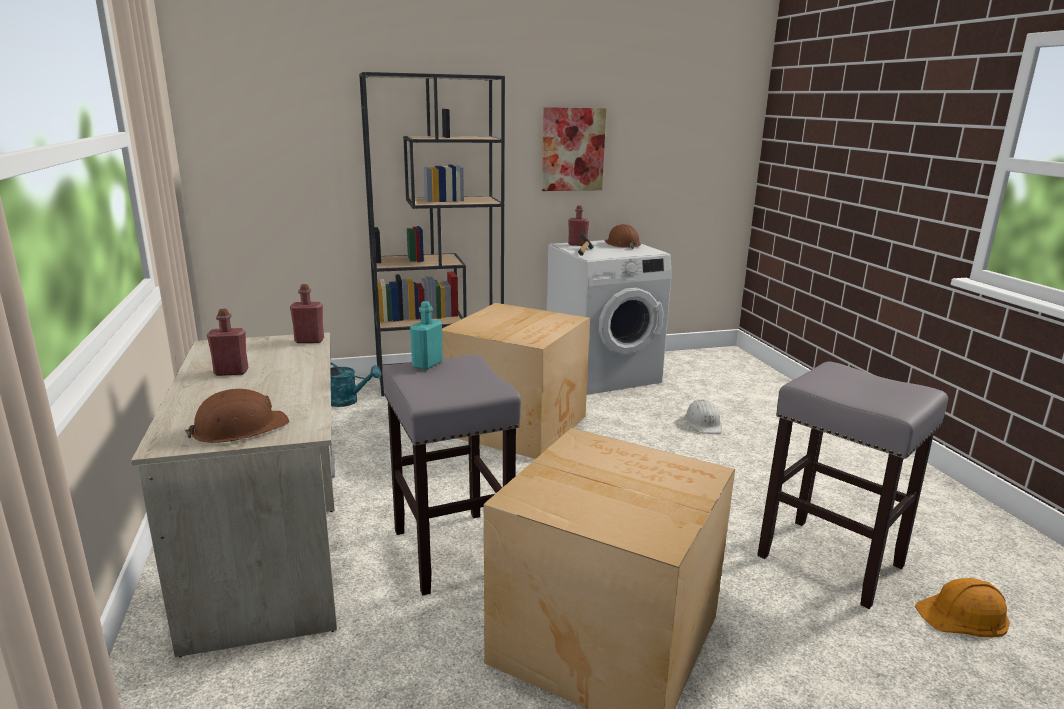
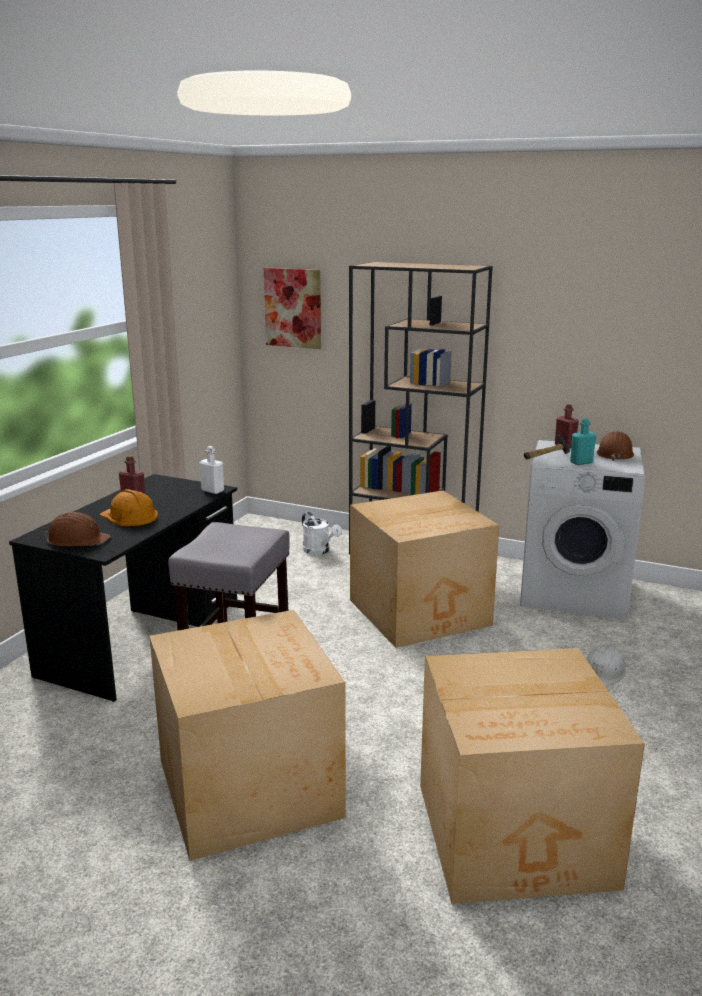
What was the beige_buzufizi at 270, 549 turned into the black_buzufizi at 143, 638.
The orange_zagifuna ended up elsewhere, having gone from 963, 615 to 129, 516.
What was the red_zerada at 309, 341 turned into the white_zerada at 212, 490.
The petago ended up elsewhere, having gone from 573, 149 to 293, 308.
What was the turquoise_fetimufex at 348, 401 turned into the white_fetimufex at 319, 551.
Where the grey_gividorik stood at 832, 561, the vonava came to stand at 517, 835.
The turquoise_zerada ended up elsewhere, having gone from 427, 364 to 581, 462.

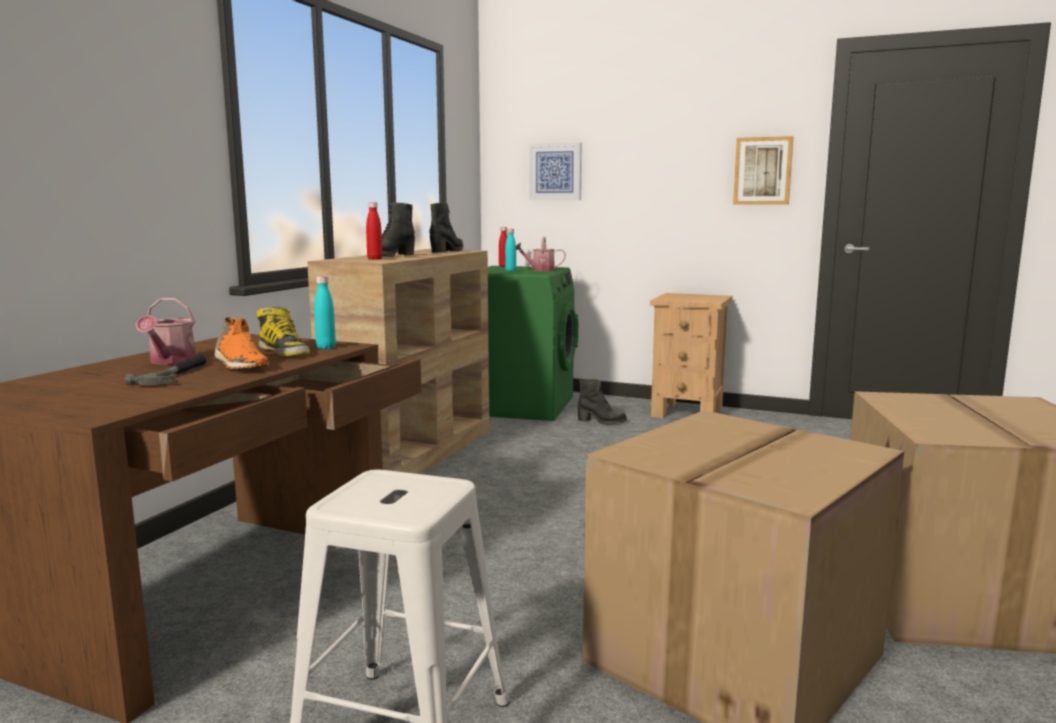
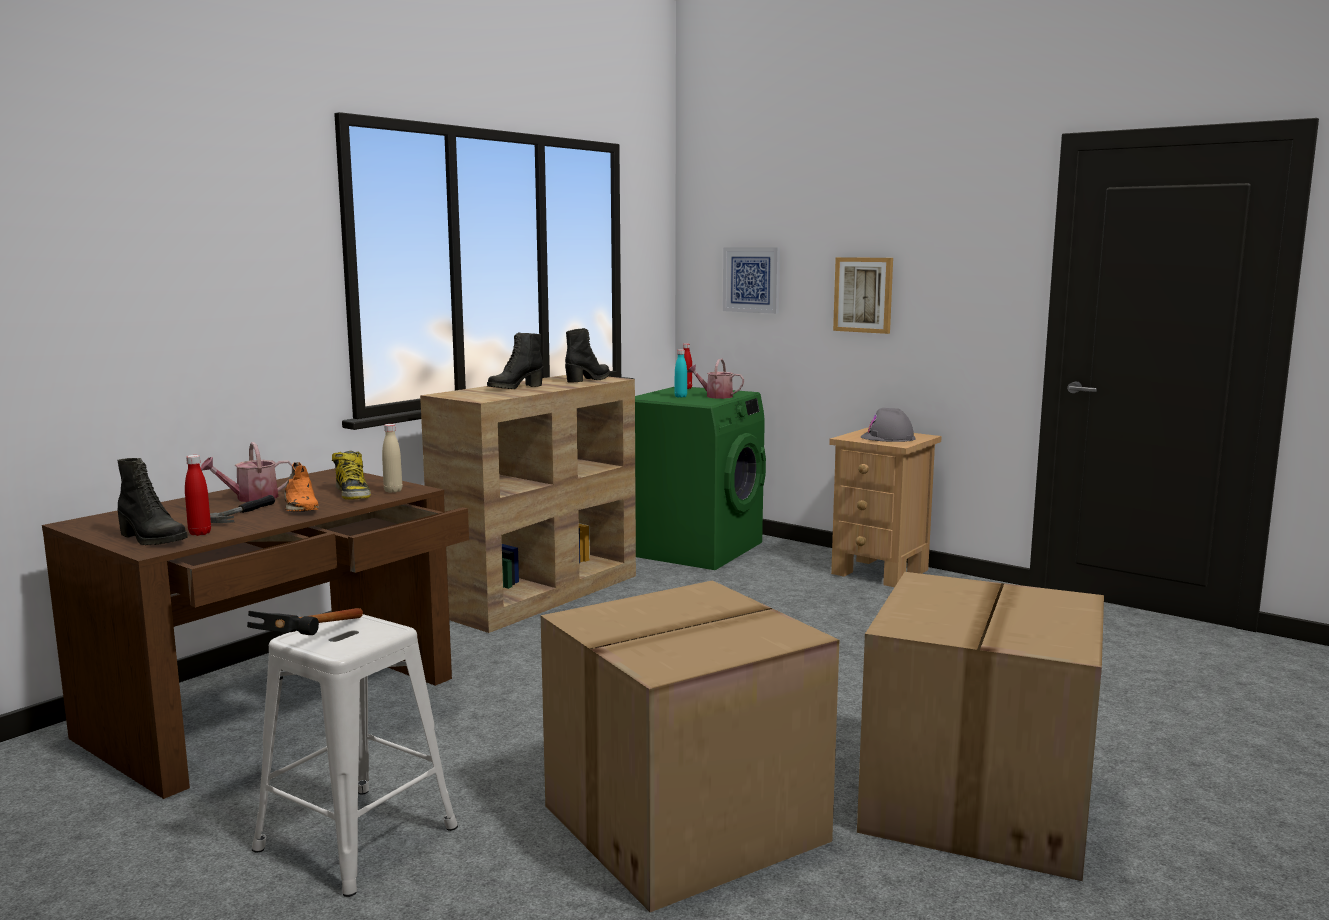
The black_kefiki ended up elsewhere, having gone from 601, 421 to 152, 539.
The red_zerada ended up elsewhere, having gone from 375, 259 to 200, 533.
The fetimufex at 170, 361 ended up facing another way, 45 degrees clockwise from before.
The second view gained the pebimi at 311, 647.
What was the turquoise_zerada at 326, 347 turned into the beige_zerada at 393, 491.
The petago ended up elsewhere, having gone from 763, 171 to 863, 294.
The second view gained the grey_zagifuna at 888, 438.

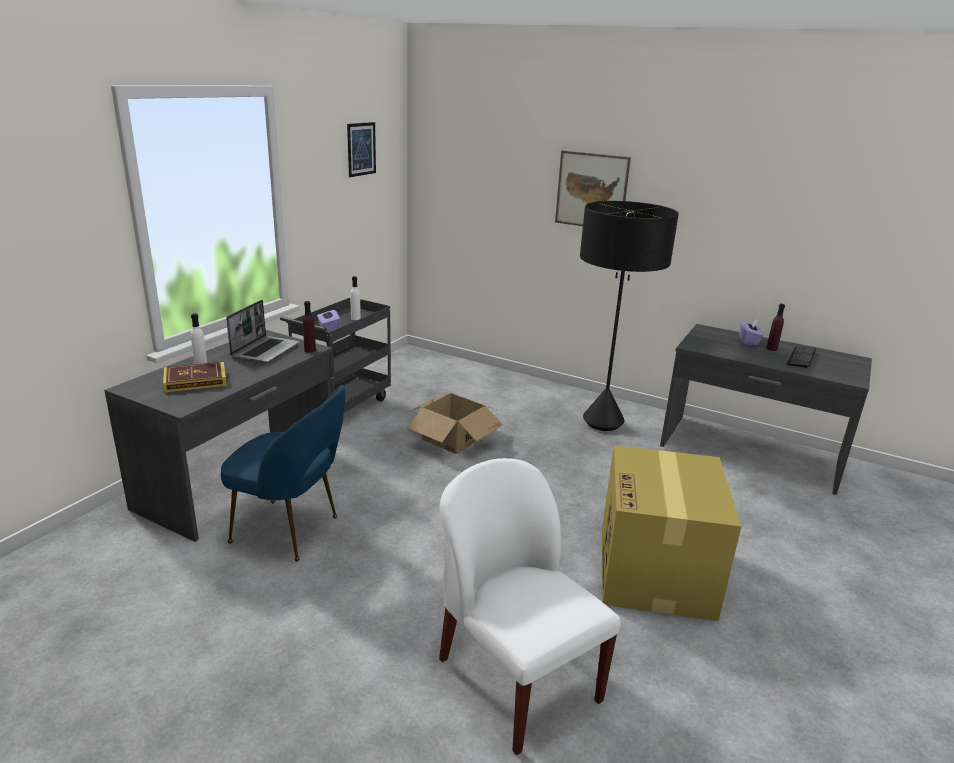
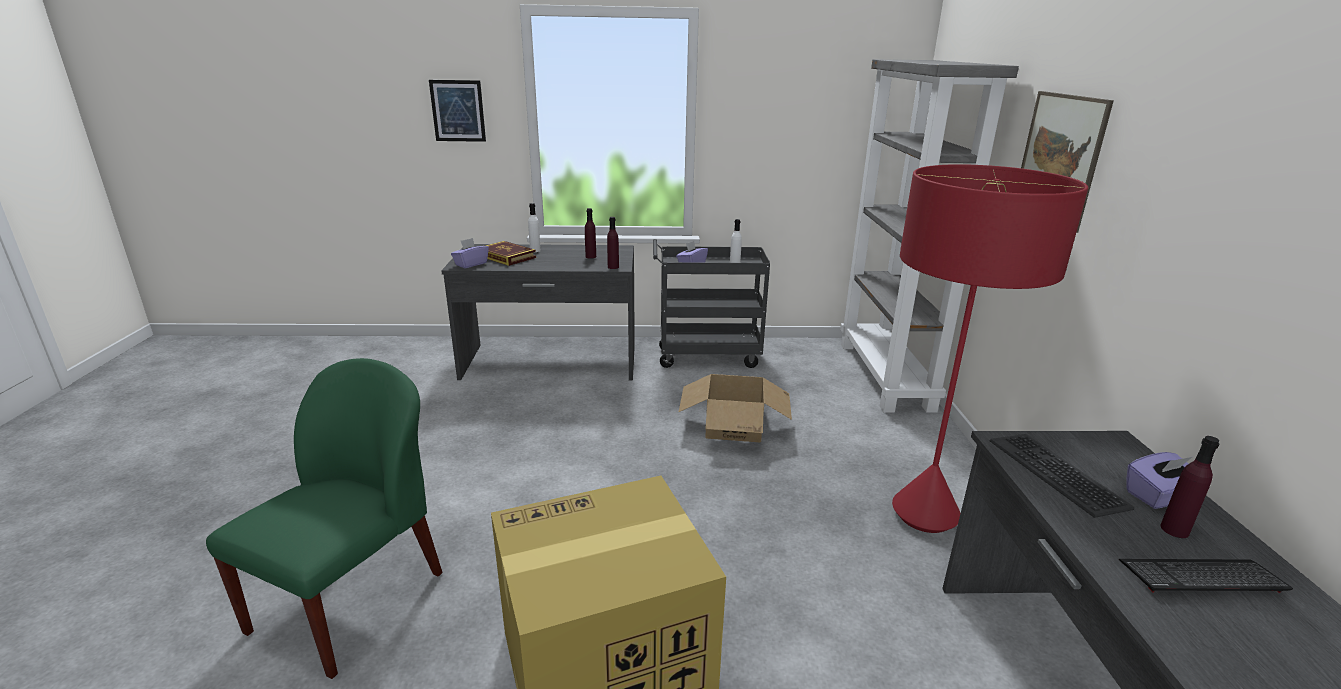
What was the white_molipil at 515, 677 turned into the green_molipil at 353, 599.
The petago ended up elsewhere, having gone from 361, 149 to 458, 111.
The second view gained the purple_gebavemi at 471, 264.
Where the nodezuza stood at 265, 350, the purple_zerada came to stand at 590, 256.
The second view gained the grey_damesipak at 886, 376.
What was the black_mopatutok at 602, 423 turned into the red_mopatutok at 924, 516.
The second view gained the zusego at 1057, 473.
The second view lost the blue_molipil at 292, 532.

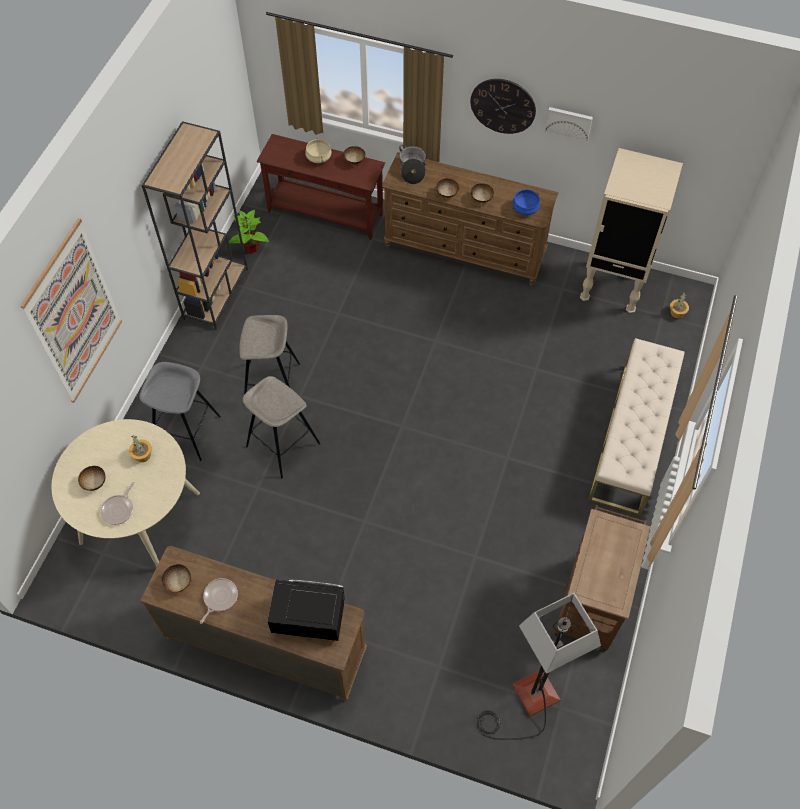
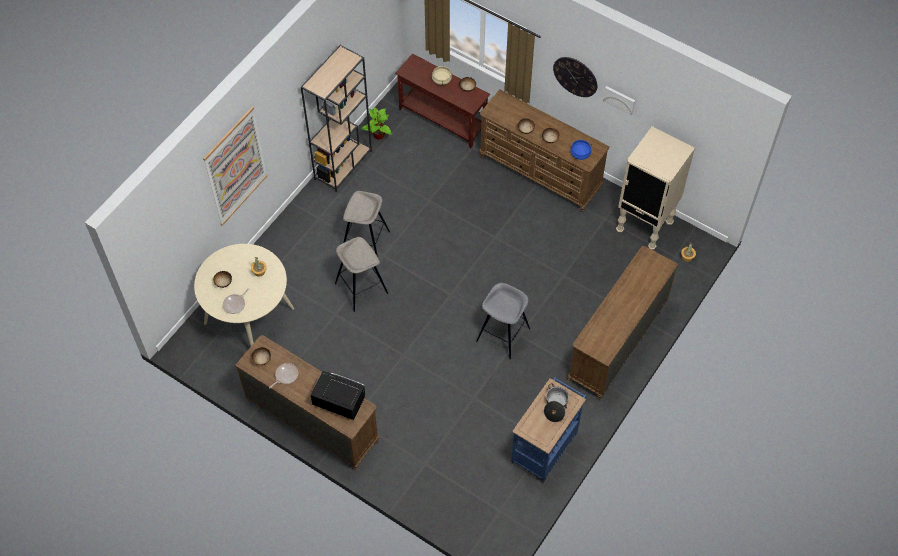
The grey_gividorik ended up elsewhere, having gone from 187, 431 to 503, 335.
What was the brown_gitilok at 590, 599 turned into the blue_gitilok at 545, 446.
The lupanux ended up elsewhere, having gone from 412, 169 to 555, 406.
Where the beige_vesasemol stood at 632, 437, the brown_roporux came to stand at 617, 342.
The second view lost the mopatutok at 526, 702.

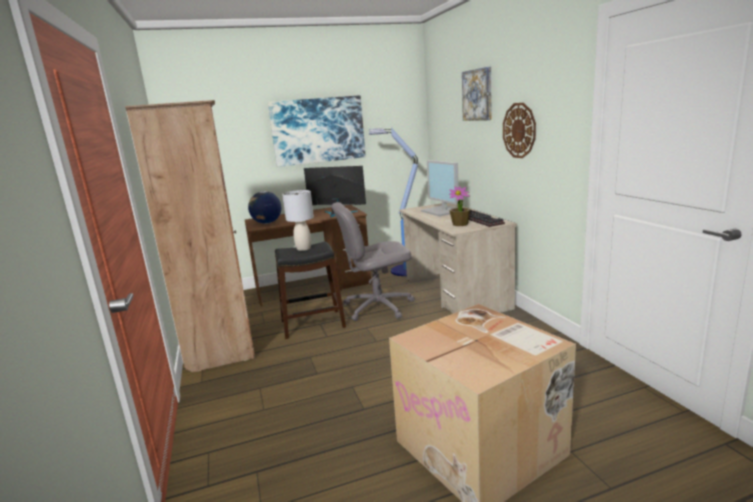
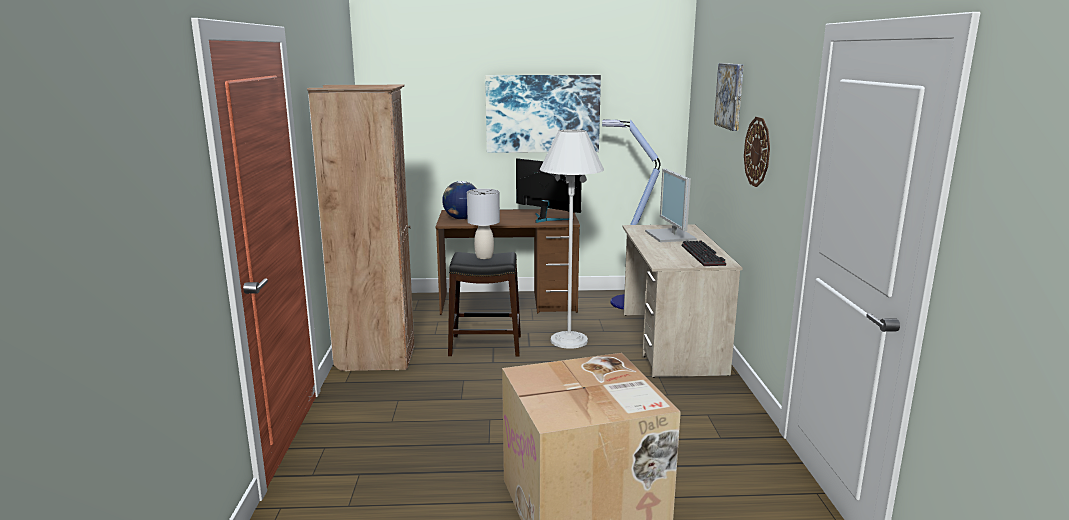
Where the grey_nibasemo stood at 378, 307, the white_mopatutok came to stand at 569, 340.
The second view lost the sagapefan at 460, 224.

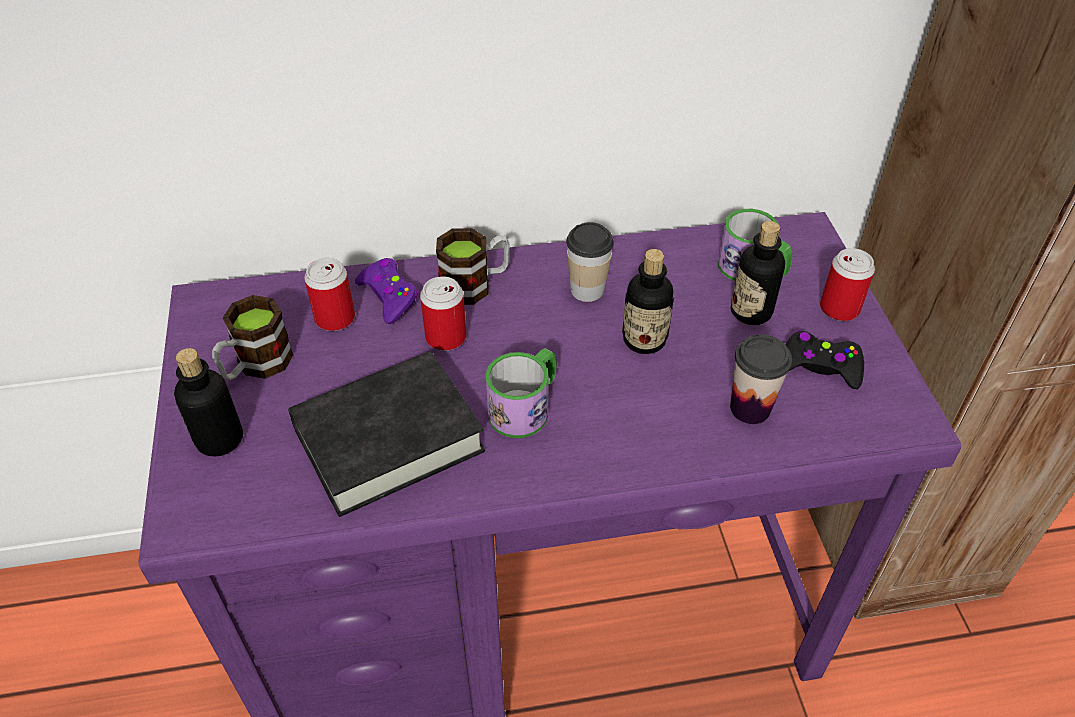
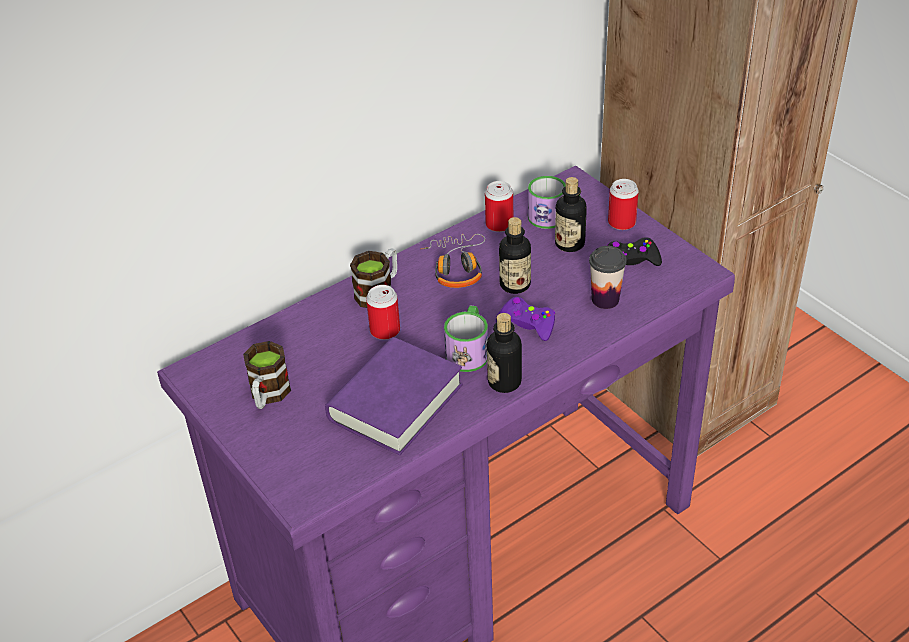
What was the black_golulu at 388, 439 turned into the purple_golulu at 395, 402.
Where the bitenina stood at 587, 289, the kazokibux came to stand at 456, 267.
The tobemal ended up elsewhere, having gone from 335, 318 to 499, 224.
The zerada ended up elsewhere, having gone from 219, 439 to 504, 382.
The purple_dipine ended up elsewhere, having gone from 389, 296 to 527, 324.

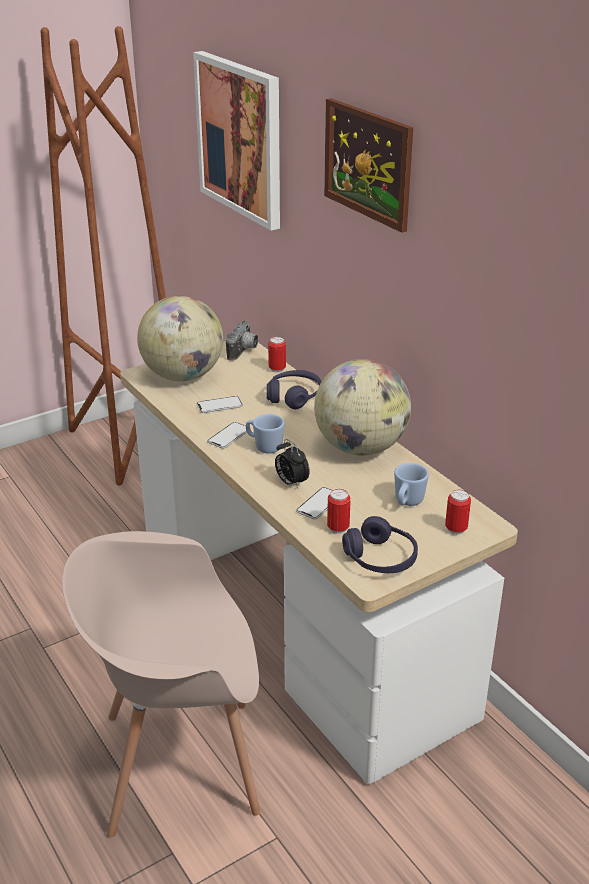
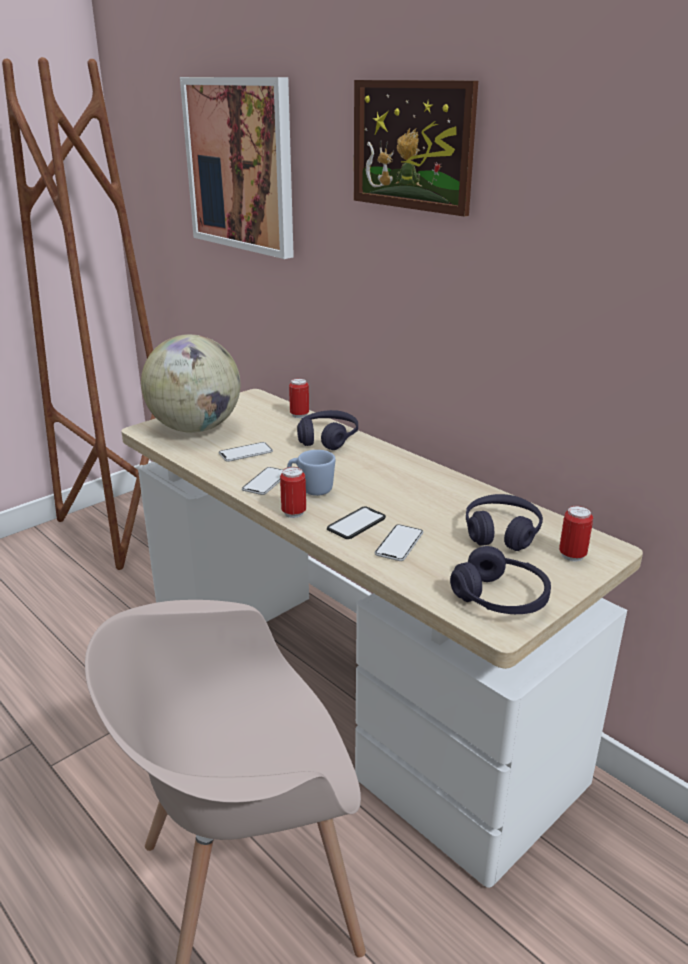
The tobemal ended up elsewhere, having gone from 338, 528 to 294, 513.
Where the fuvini stood at 291, 482, the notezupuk came to stand at 356, 524.
Where the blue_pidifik stood at 407, 503, the purple_kazokibux came to stand at 501, 532.
The second view lost the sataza at 244, 352.
The second view lost the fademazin at 361, 448.

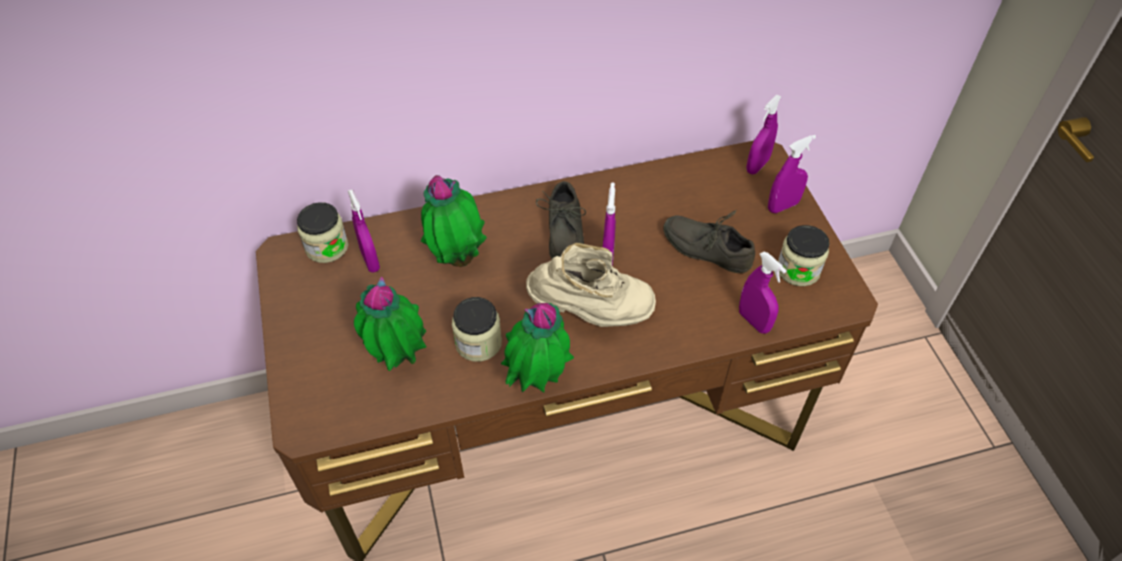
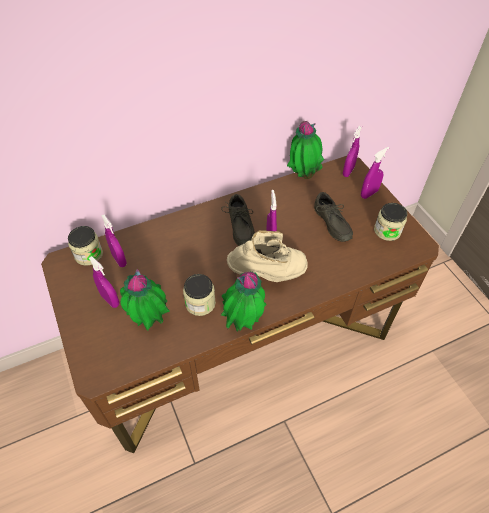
The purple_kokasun ended up elsewhere, having gone from 754, 321 to 110, 300.
The sagapefan ended up elsewhere, having gone from 457, 258 to 303, 175.
The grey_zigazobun at 708, 248 ended up facing another way, 135 degrees counterclockwise from before.

